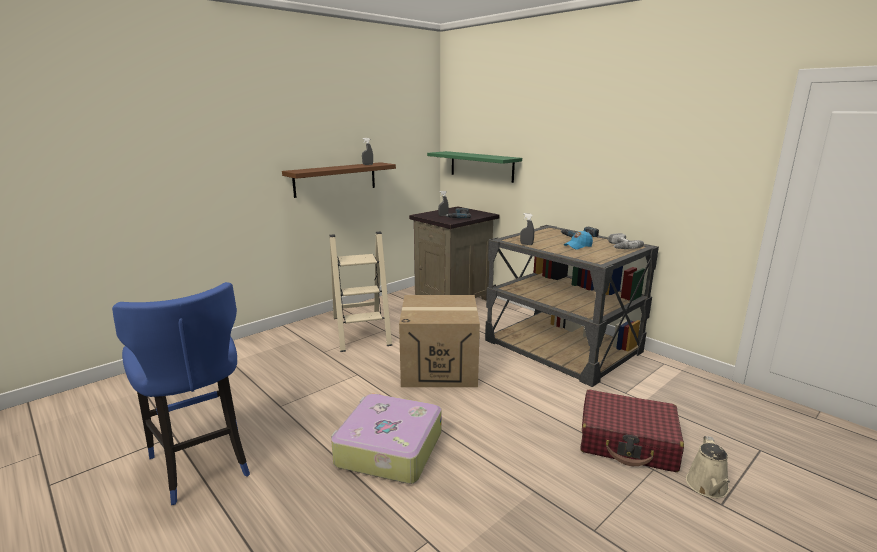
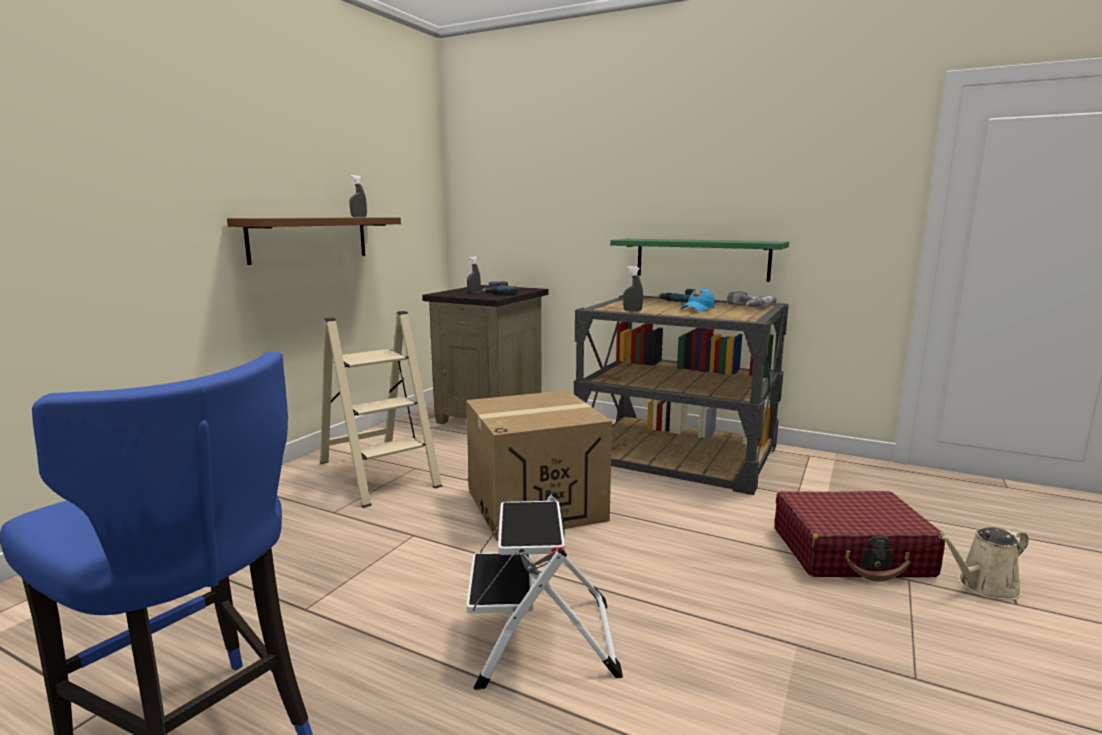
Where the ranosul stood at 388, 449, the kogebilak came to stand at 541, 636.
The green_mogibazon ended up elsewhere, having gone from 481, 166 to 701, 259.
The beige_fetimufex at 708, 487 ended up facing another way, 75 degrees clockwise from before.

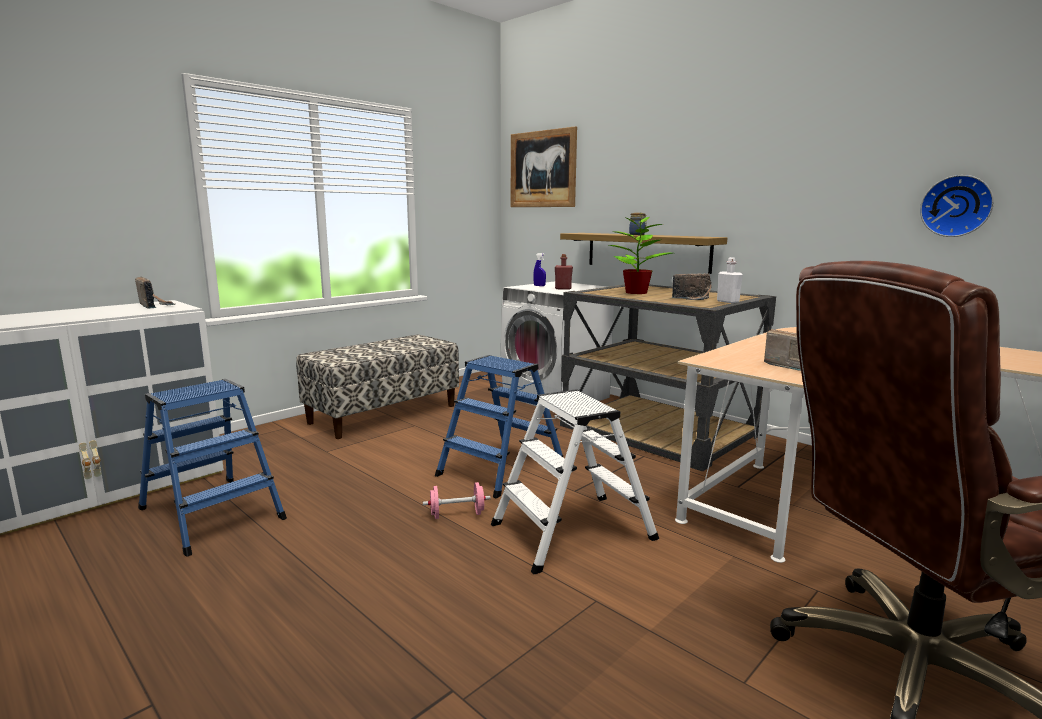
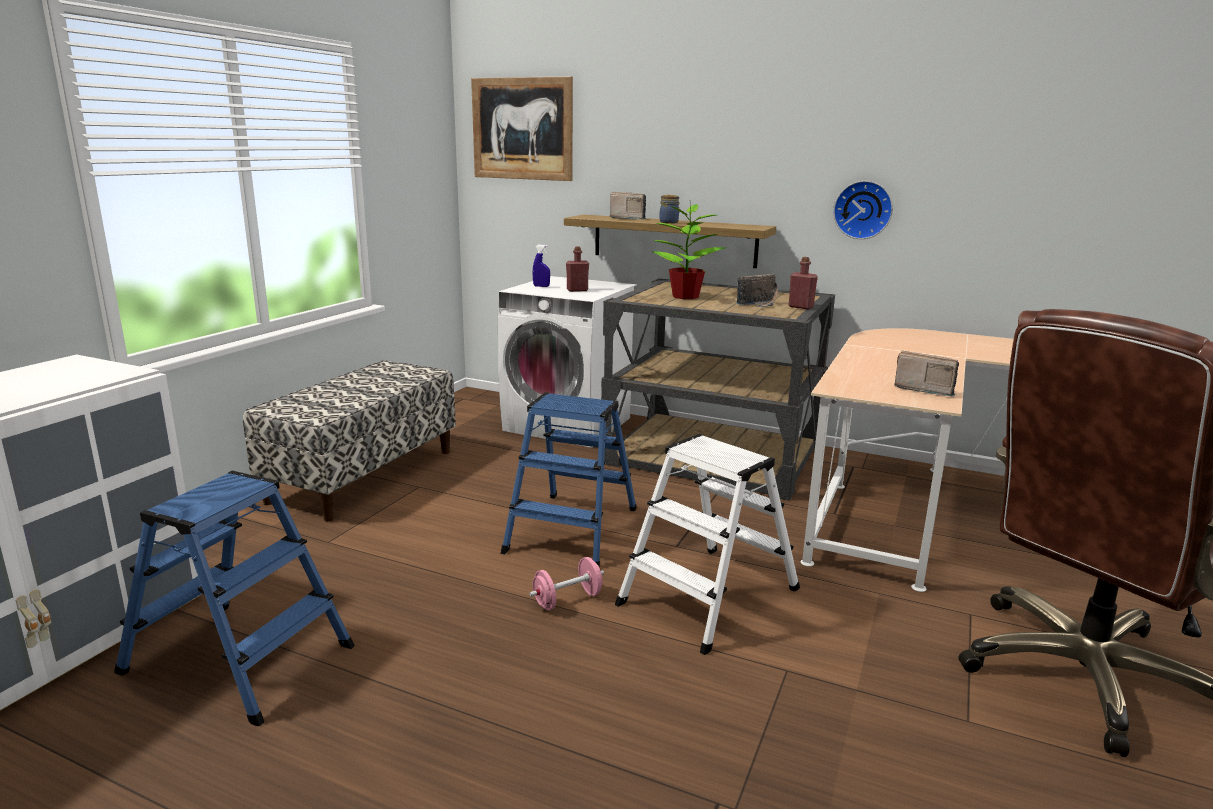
The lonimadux ended up elsewhere, having gone from 155, 306 to 629, 218.
What was the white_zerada at 728, 301 turned into the red_zerada at 800, 307.
The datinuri ended up elsewhere, having gone from 956, 206 to 863, 209.

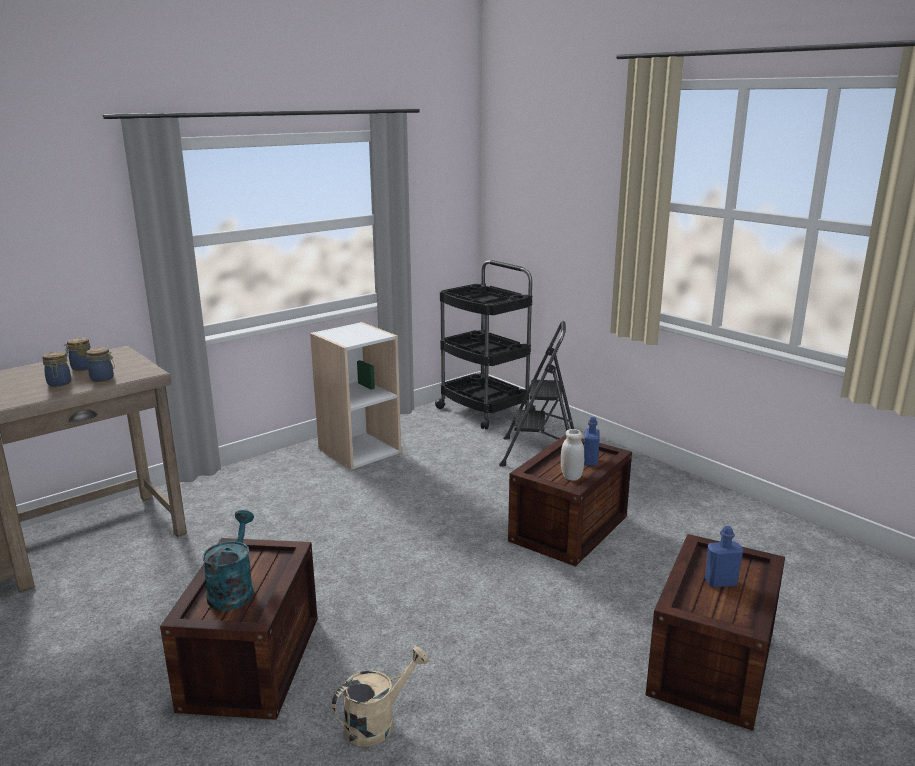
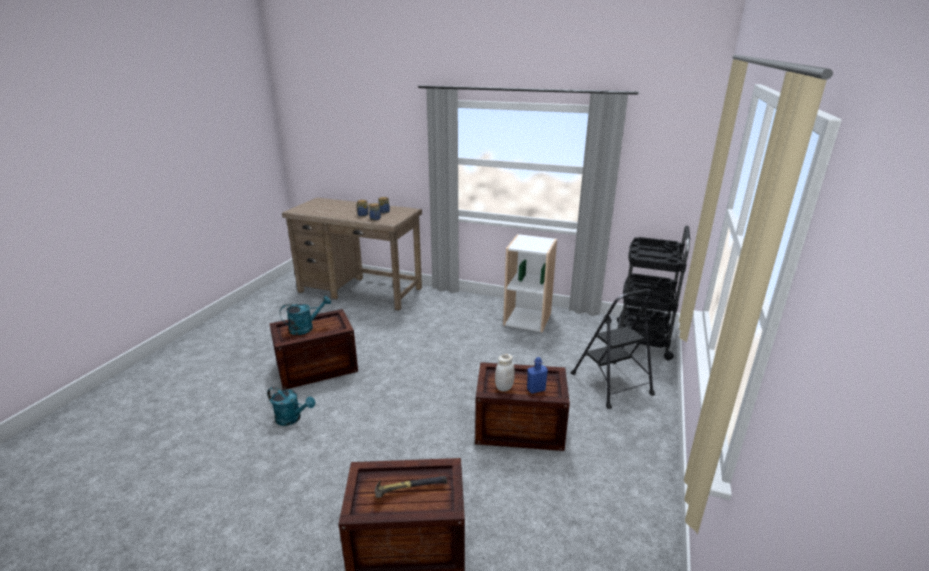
What was the beige_fetimufex at 377, 722 turned into the turquoise_fetimufex at 292, 418.
Where the blue_zerada stood at 720, 582, the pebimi came to stand at 408, 489.

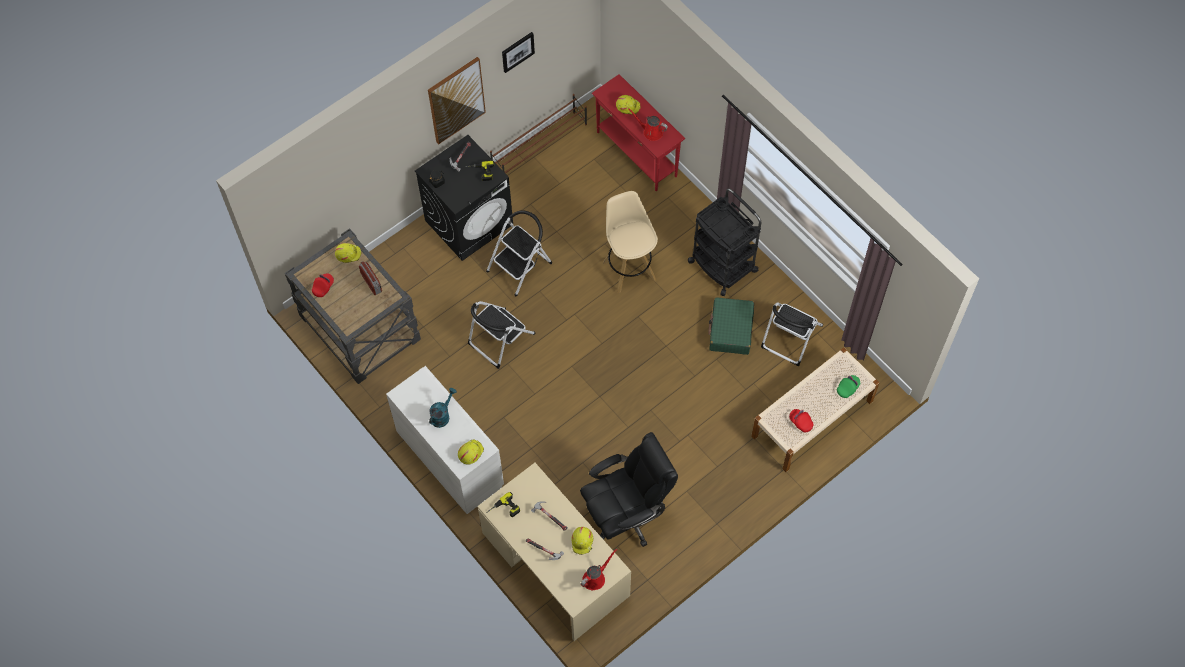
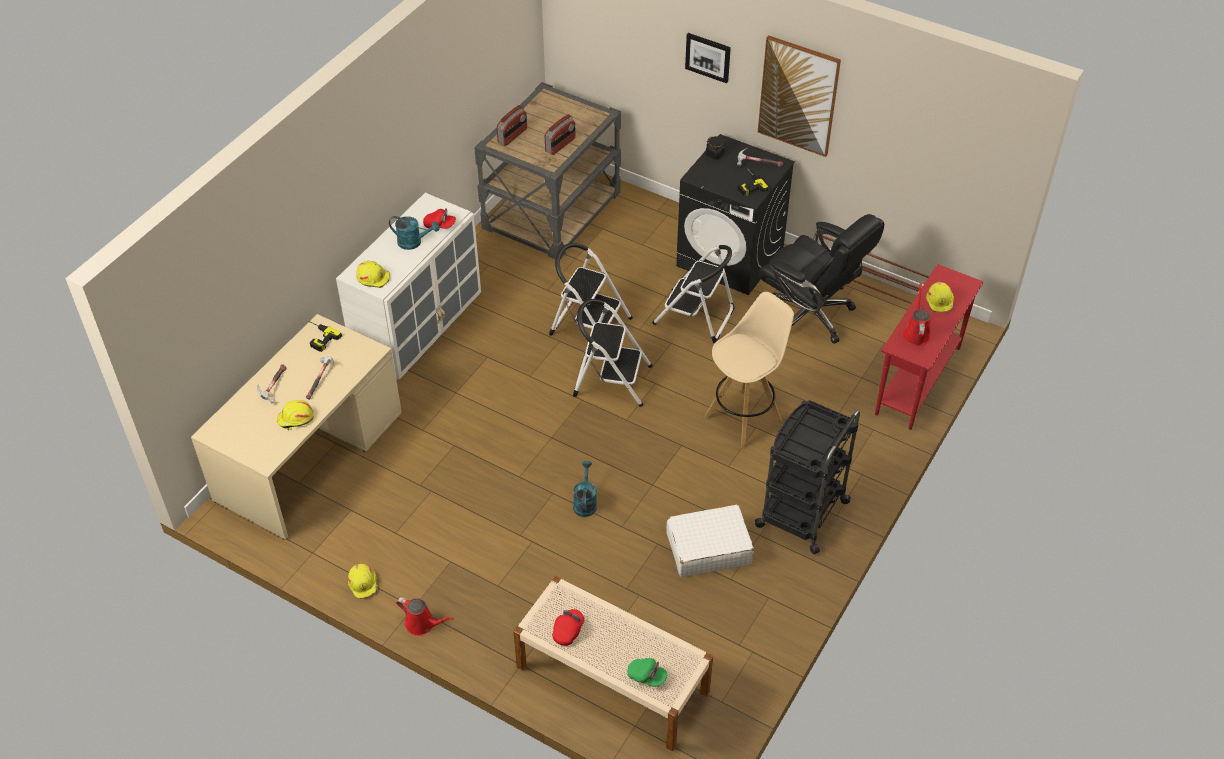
The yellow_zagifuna ended up elsewhere, having gone from 348, 254 to 364, 584.
The red_fetimufex ended up elsewhere, having gone from 595, 577 to 422, 624.
The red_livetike ended up elsewhere, having gone from 323, 287 to 440, 225.
The second view gained the lonimadux at 512, 136.
The kogebilak ended up elsewhere, having gone from 790, 337 to 610, 380.
The second view gained the turquoise_fetimufex at 585, 502.
What was the green_ranosul at 730, 330 turned into the white_ranosul at 708, 548.
The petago ended up elsewhere, having gone from 517, 51 to 708, 57.
The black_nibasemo ended up elsewhere, having gone from 626, 513 to 810, 315.

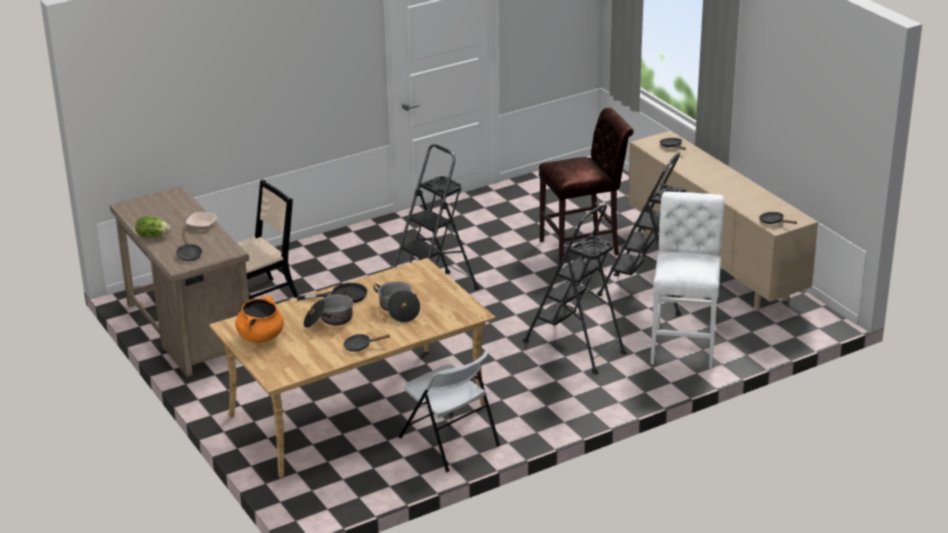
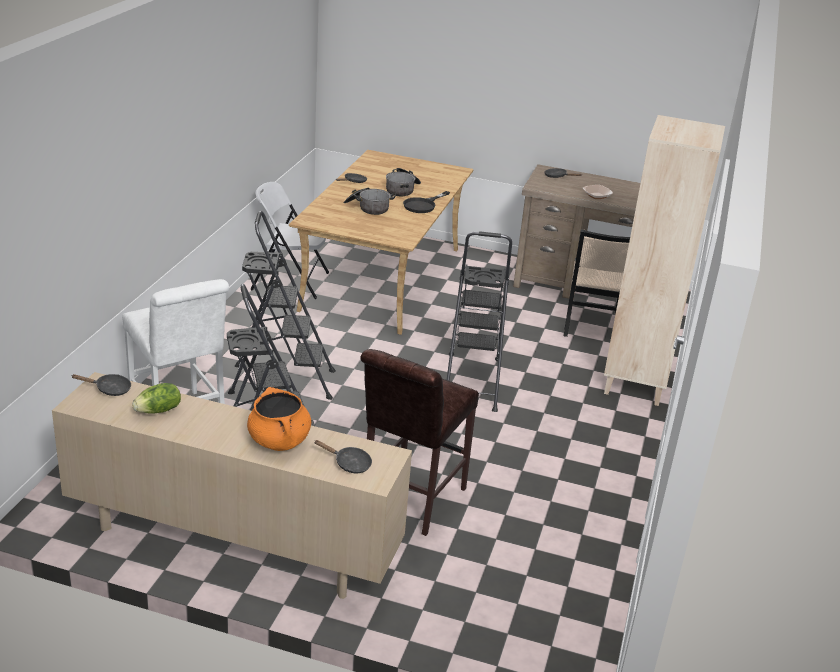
The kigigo ended up elsewhere, having gone from 152, 235 to 159, 410.
The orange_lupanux ended up elsewhere, having gone from 260, 336 to 279, 441.
The second view gained the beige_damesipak at 636, 383.

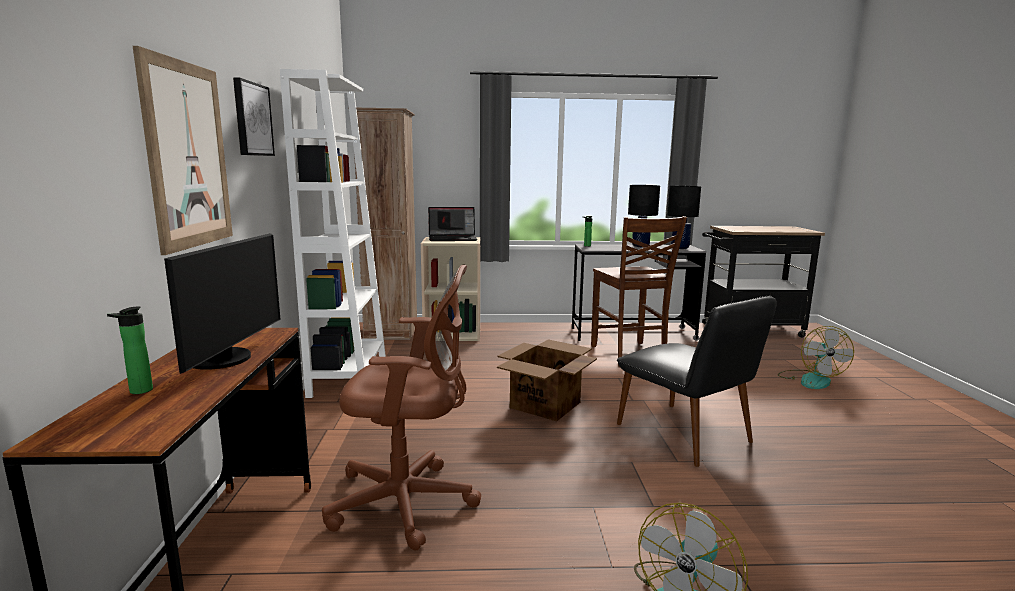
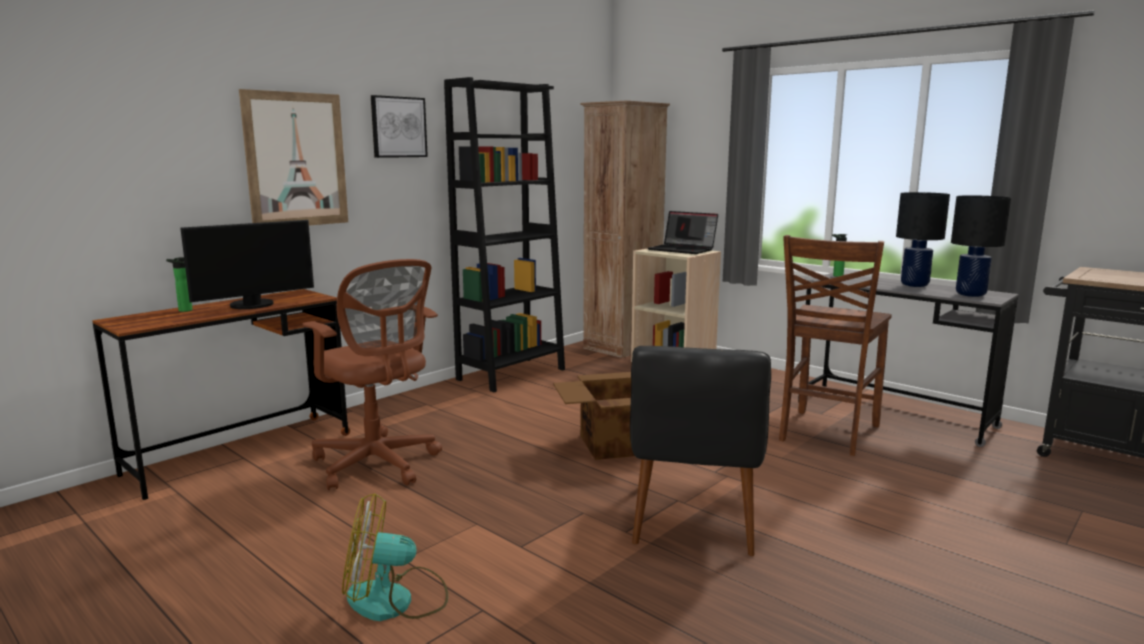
What was the white_damesipak at 349, 377 turned into the black_damesipak at 511, 374.
The second view lost the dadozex at 810, 379.

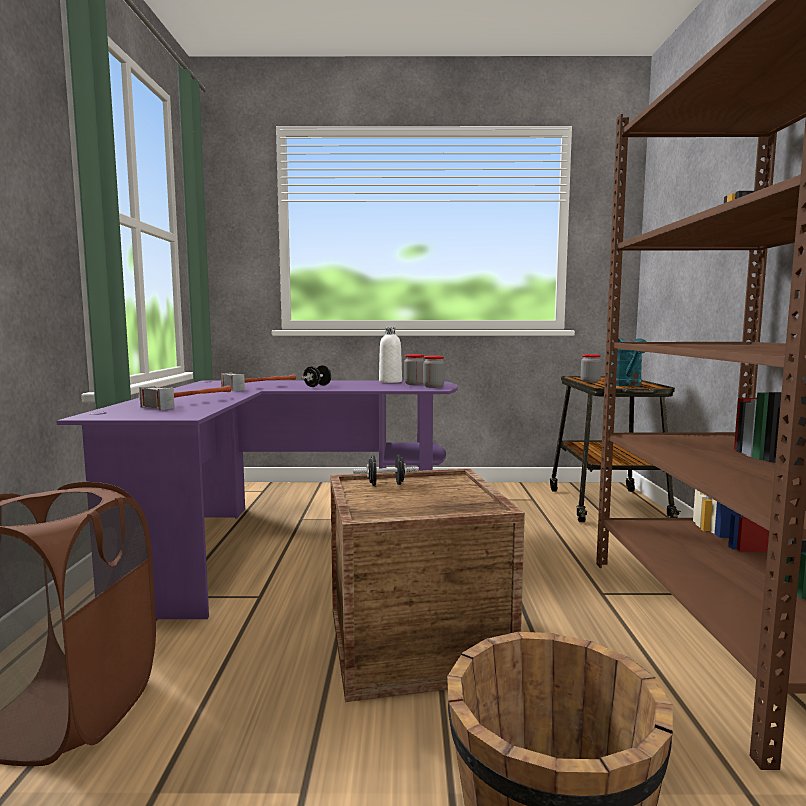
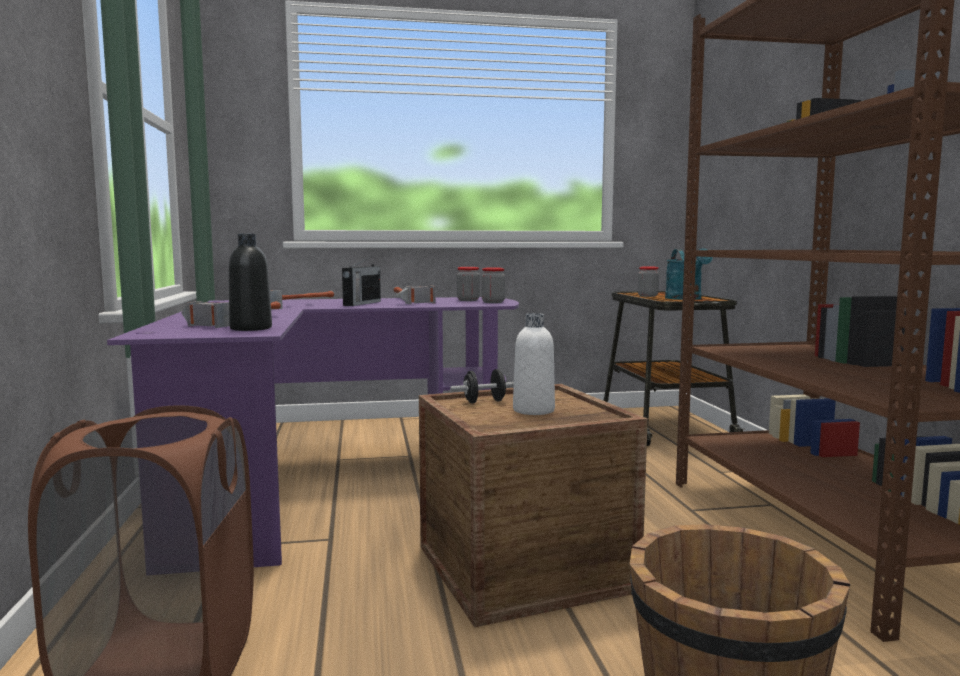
The second view gained the black_zerada at 251, 328.
Where the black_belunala stood at 317, 386, the lonimadux came to stand at 361, 303.
The second view gained the pebimi at 404, 300.
The white_zerada ended up elsewhere, having gone from 390, 381 to 533, 410.

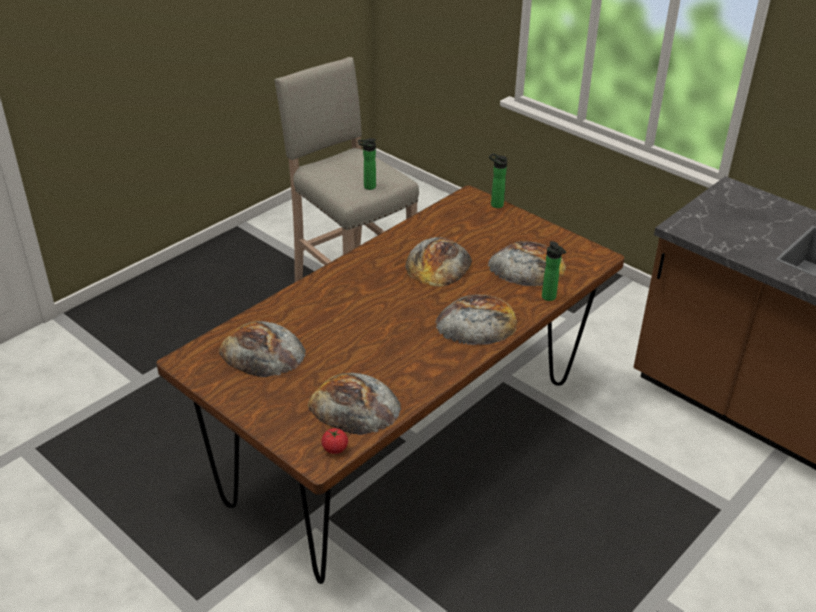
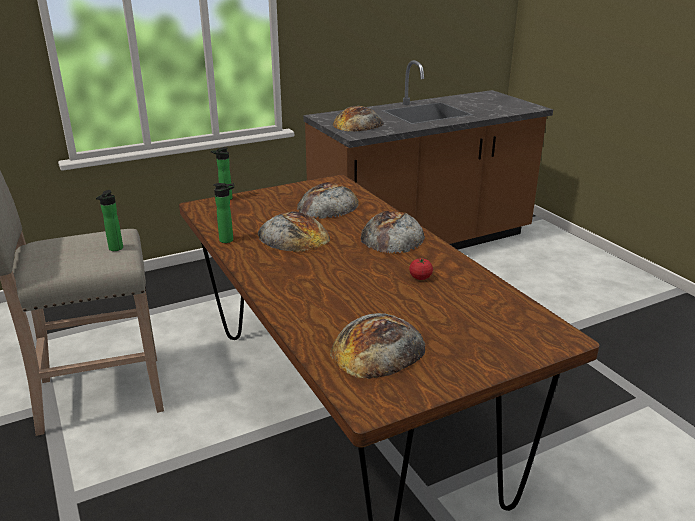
The zerada ended up elsewhere, having gone from 550, 298 to 228, 240.
The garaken ended up elsewhere, having gone from 354, 405 to 358, 124.
The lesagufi ended up elsewhere, having gone from 335, 448 to 420, 277.

